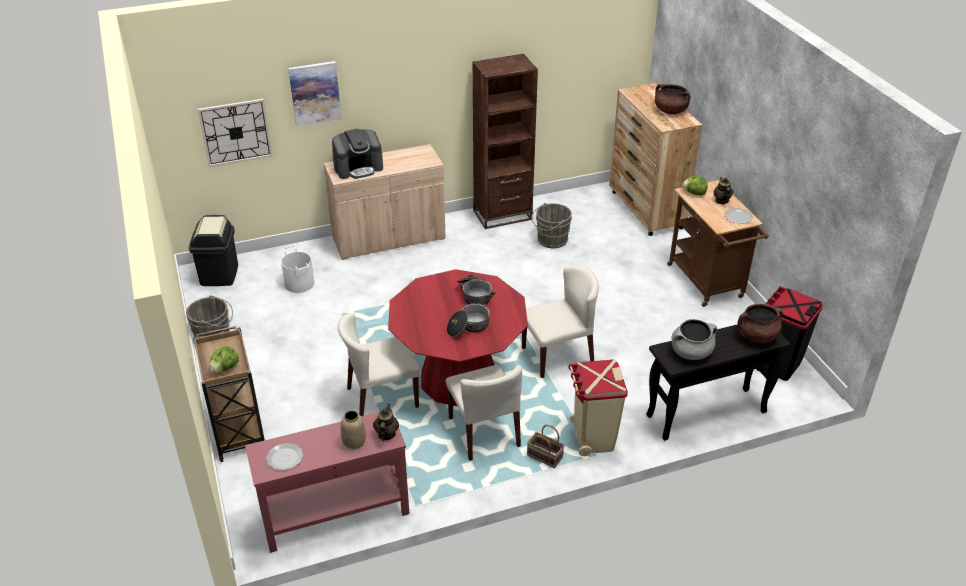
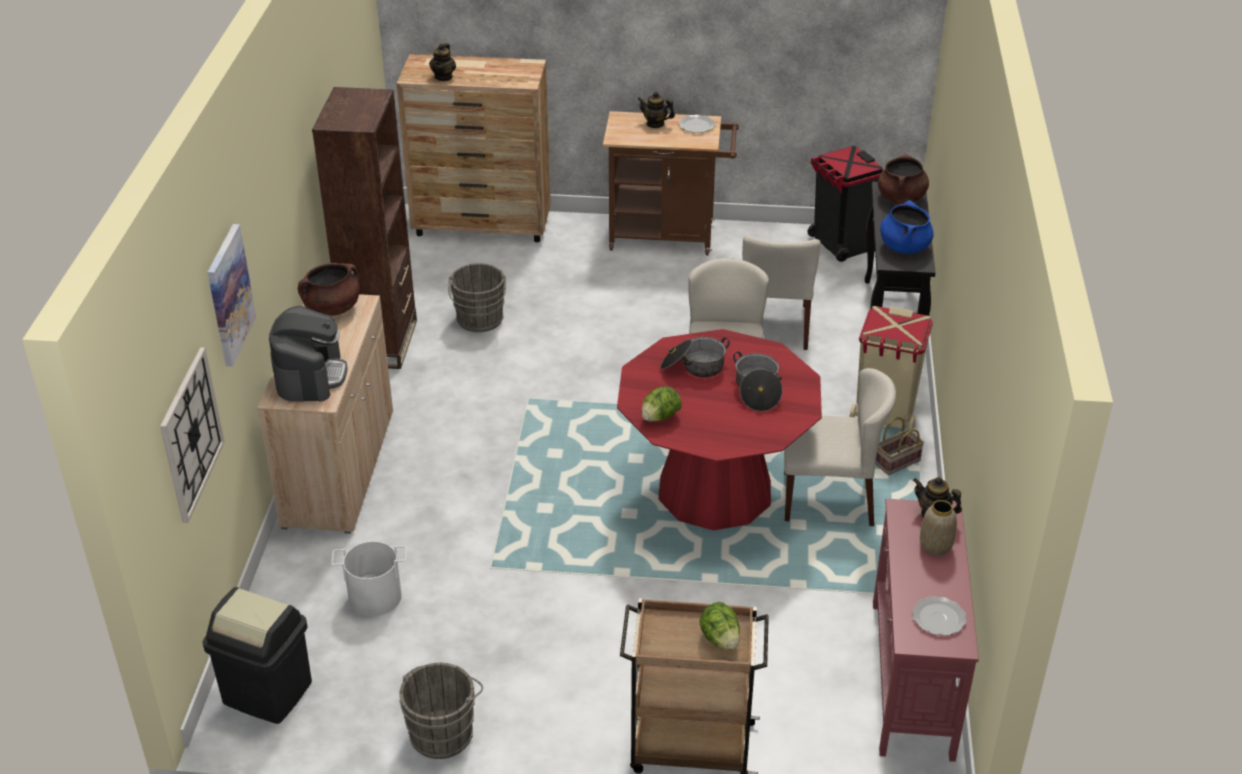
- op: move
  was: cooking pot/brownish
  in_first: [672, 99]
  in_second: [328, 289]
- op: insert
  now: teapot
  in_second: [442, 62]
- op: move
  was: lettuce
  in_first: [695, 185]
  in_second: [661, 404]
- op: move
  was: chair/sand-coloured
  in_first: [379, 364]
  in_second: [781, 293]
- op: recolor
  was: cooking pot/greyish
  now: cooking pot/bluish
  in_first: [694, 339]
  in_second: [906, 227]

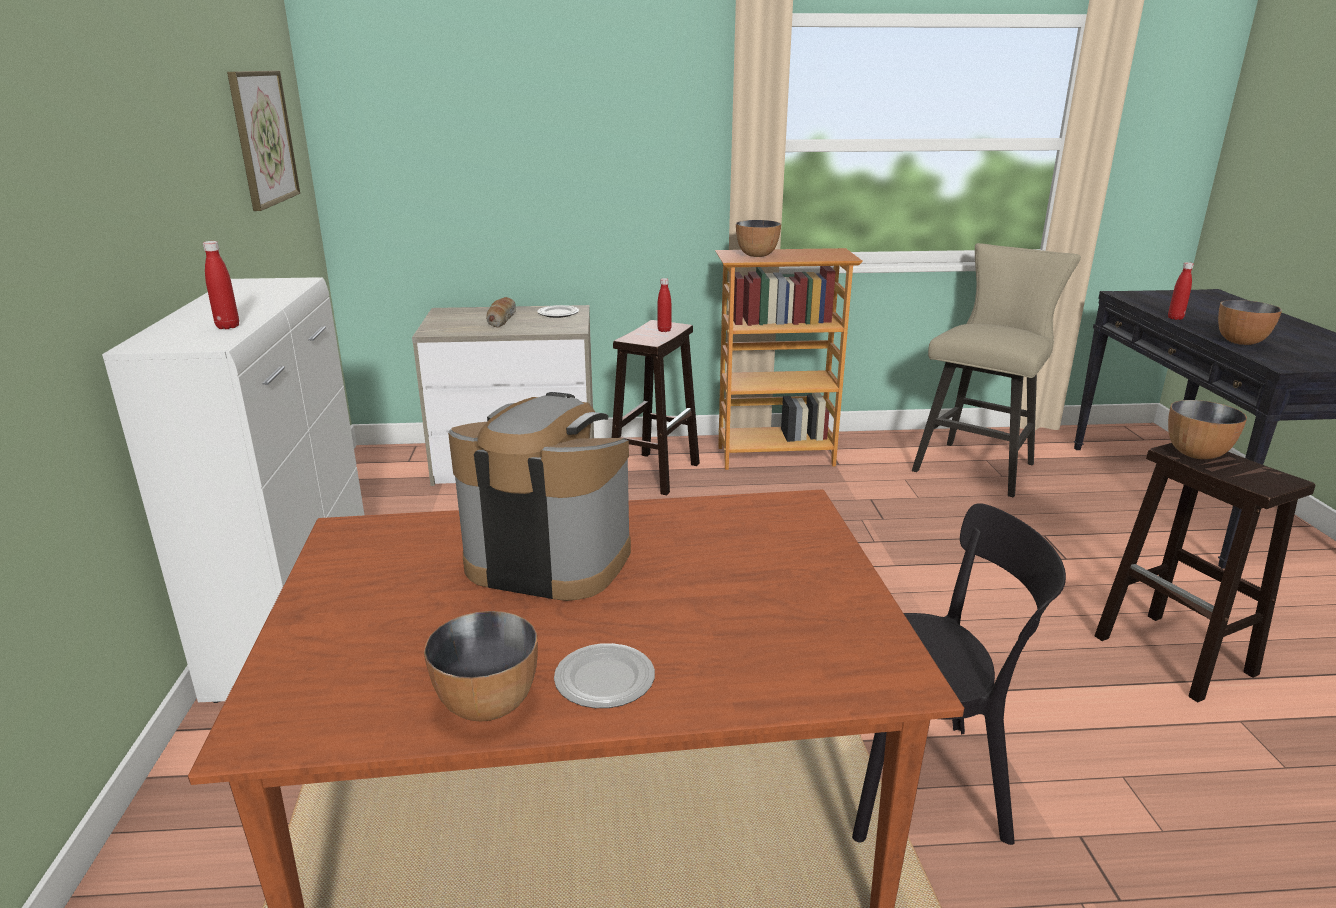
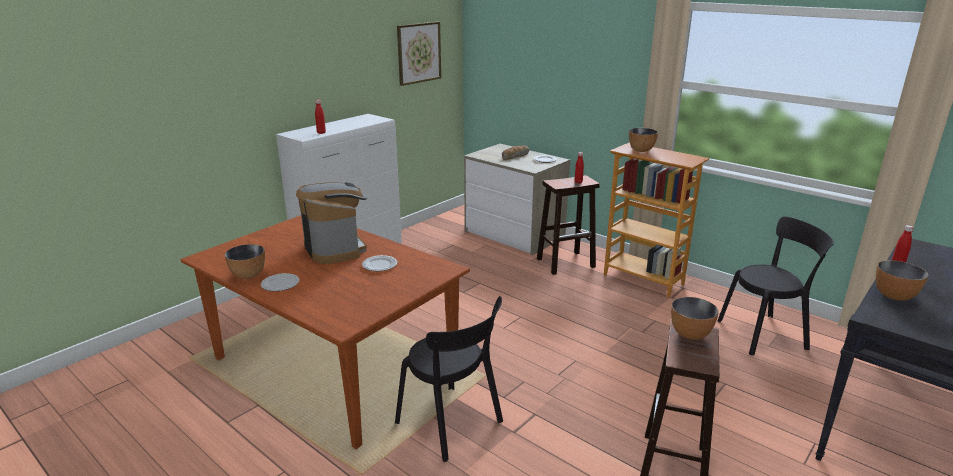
- op: insert
  now: flat dish
  in_second: [379, 263]
- op: replace
  was: sitting stool/sand-coloured
  now: chair/black-coloured
  in_first: [996, 370]
  in_second: [775, 286]

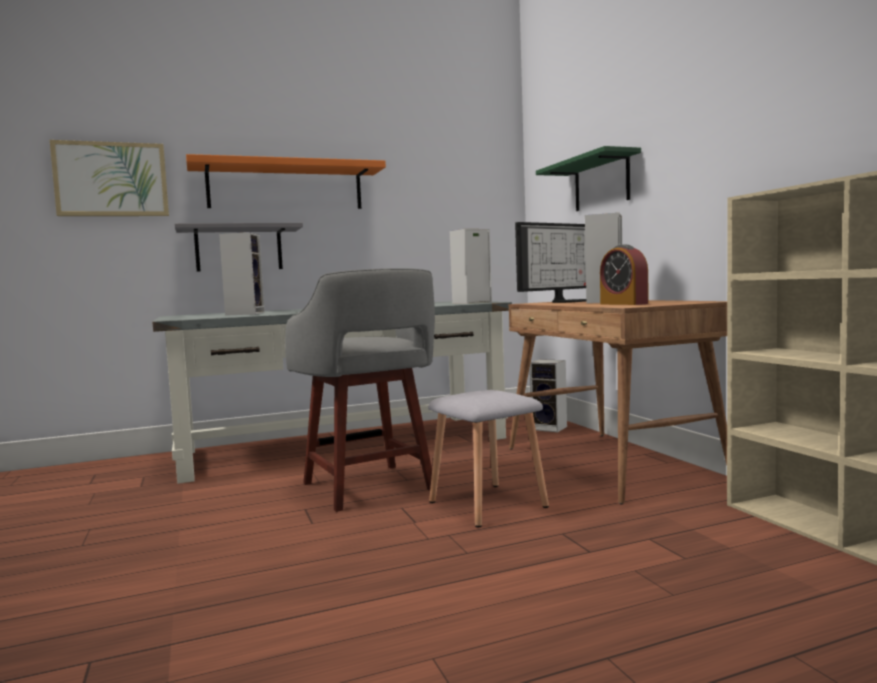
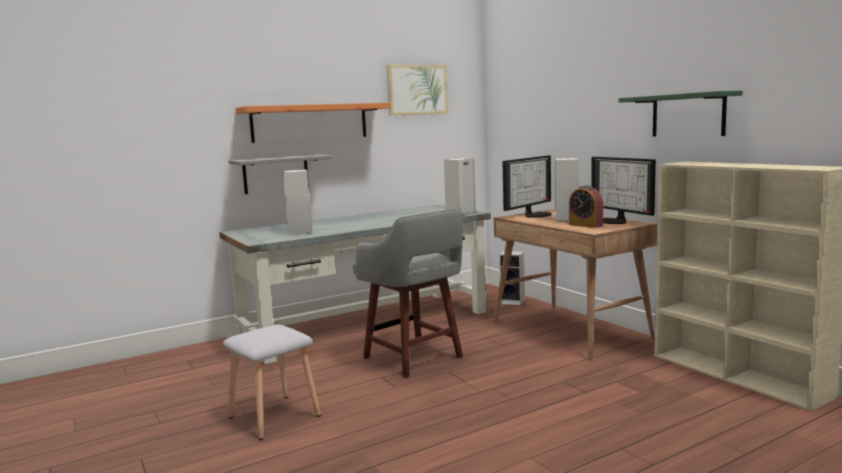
- op: move
  was: sitting stool/greyish
  in_first: [488, 458]
  in_second: [272, 382]
- op: move
  was: wall art
  in_first: [109, 178]
  in_second: [417, 90]
- op: insert
  now: computer display
  in_second: [623, 190]
- op: move
  was: bracket shelf/green-coloured
  in_first: [588, 178]
  in_second: [680, 113]

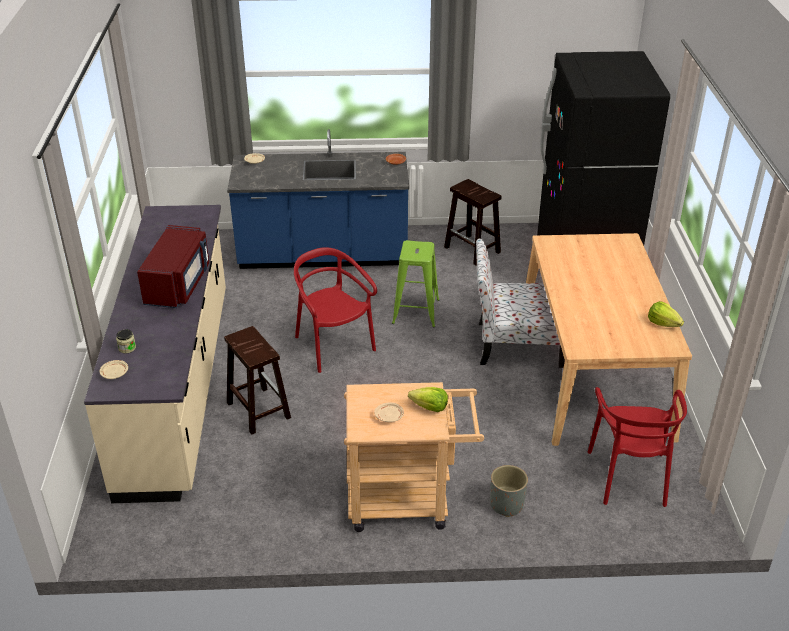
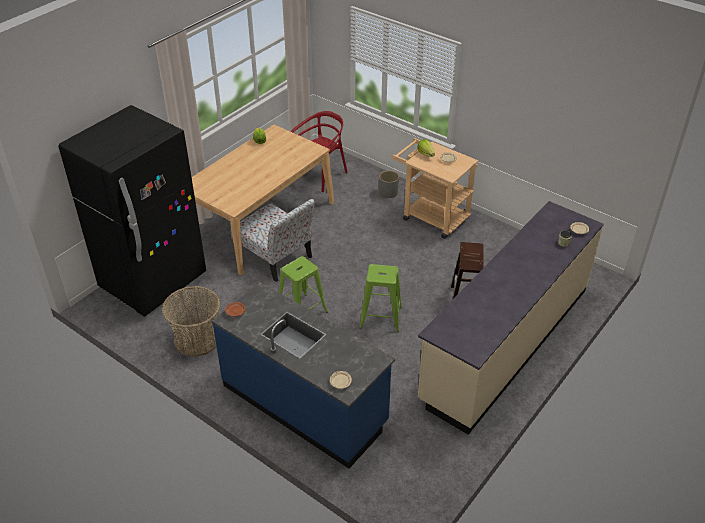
- op: replace
  was: sitting stool/brownish
  now: basket
  in_first: [473, 222]
  in_second: [191, 321]
- op: replace
  was: chair/reddish
  now: sitting stool/green-coloured
  in_first: [335, 310]
  in_second: [380, 298]
- op: delete
  was: microwave oven/reddish
  in_first: [173, 266]

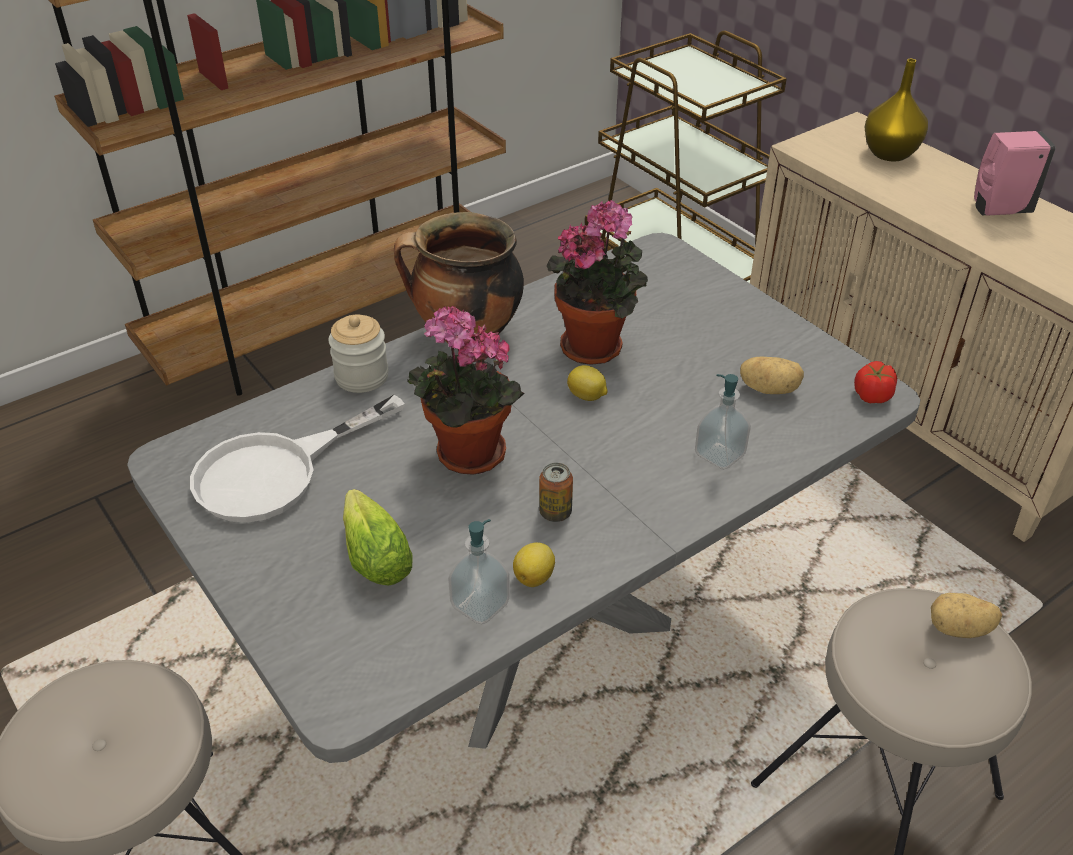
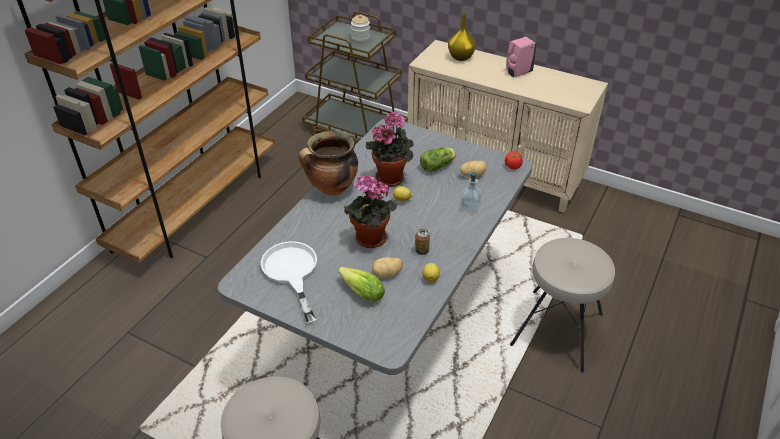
- op: rotate
  was: pan/whitish
  in_first: [297, 459]
  in_second: [289, 282]
  clockwise: 135
- op: move
  was: jar
  in_first: [358, 354]
  in_second: [360, 28]
- op: move
  was: spud
  in_first: [966, 615]
  in_second: [387, 268]
- op: insert
  now: lettuce
  in_second: [438, 159]
- op: delete
  was: soap dispenser
  in_first: [479, 571]

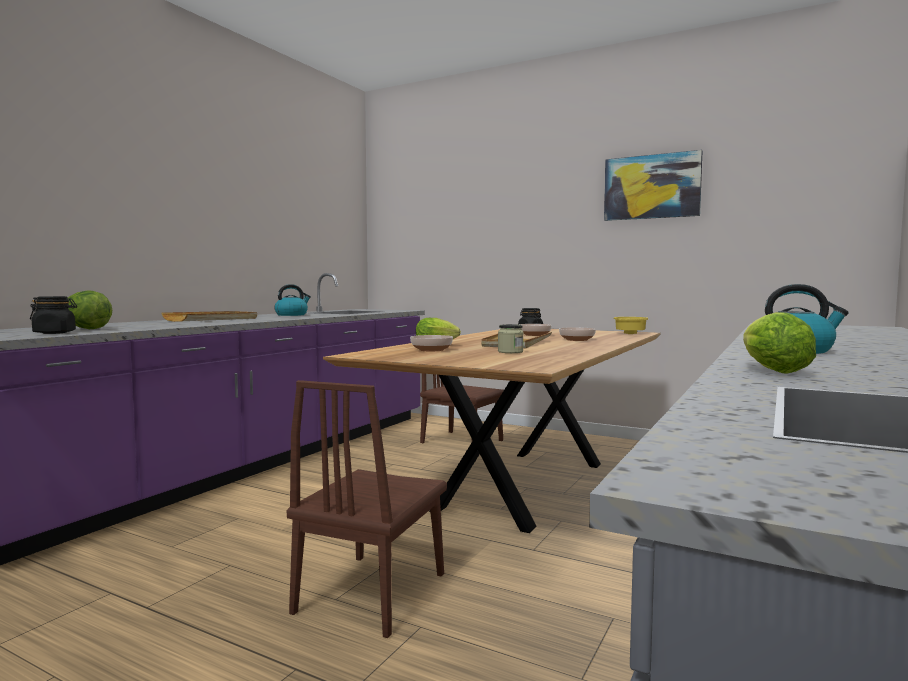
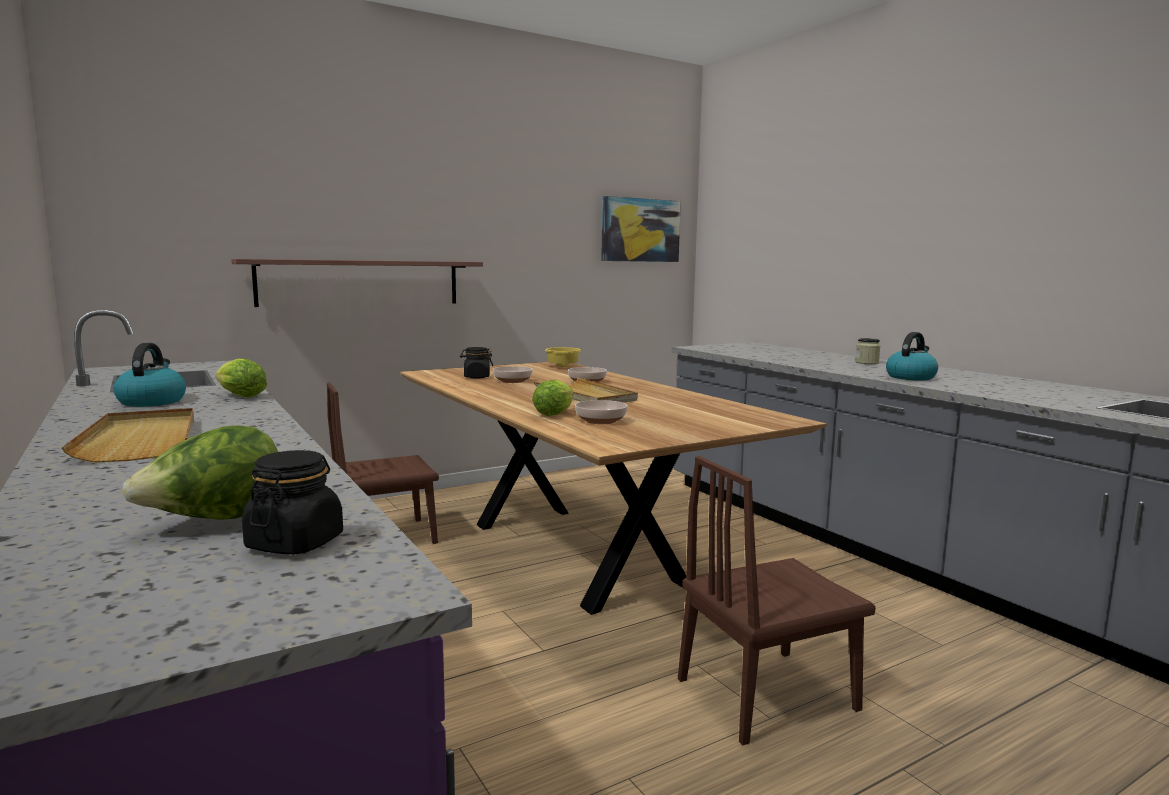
- op: move
  was: lettuce
  in_first: [779, 343]
  in_second: [241, 378]
- op: insert
  now: bracket shelf
  in_second: [357, 283]
- op: move
  was: wall art
  in_first: [653, 185]
  in_second: [641, 229]
- op: rotate
  was: chair/brownish
  in_first: [367, 509]
  in_second: [777, 600]
  clockwise: 105
- op: move
  was: jar
  in_first: [511, 338]
  in_second: [868, 351]

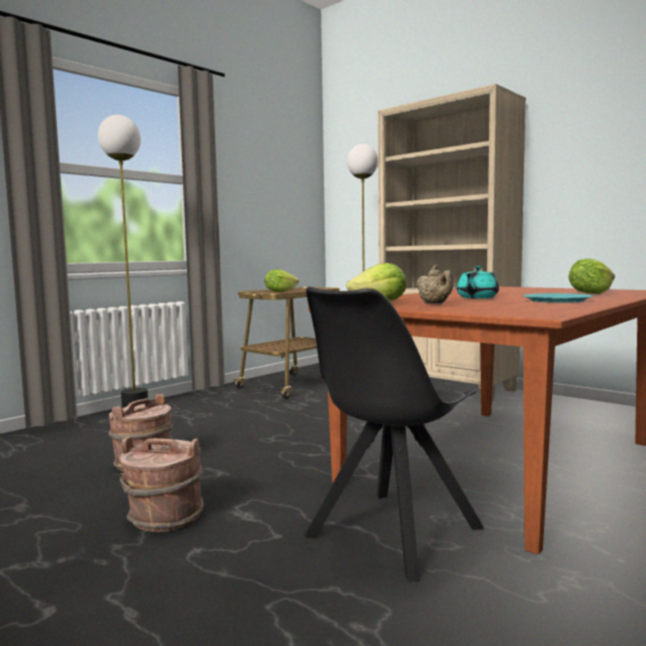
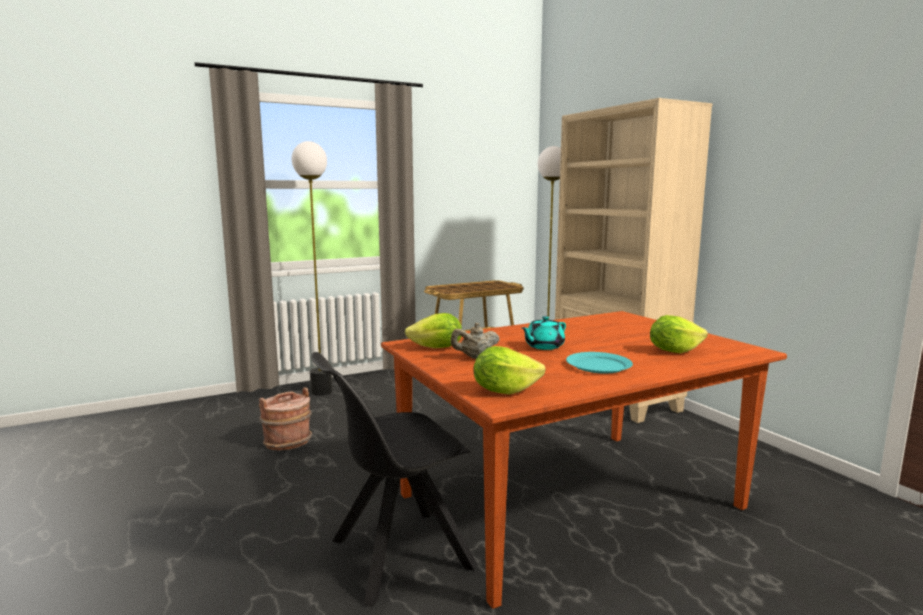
- op: rotate
  was: teapot/sand-coloured
  in_first: [434, 284]
  in_second: [475, 341]
  clockwise: 75
- op: move
  was: lettuce
  in_first: [282, 280]
  in_second: [509, 370]
- op: delete
  was: pail/brownish
  in_first: [161, 484]

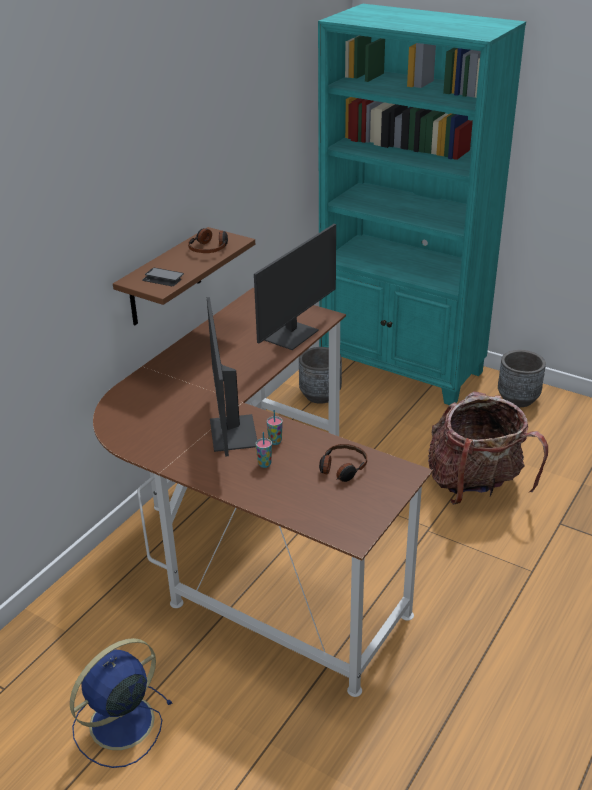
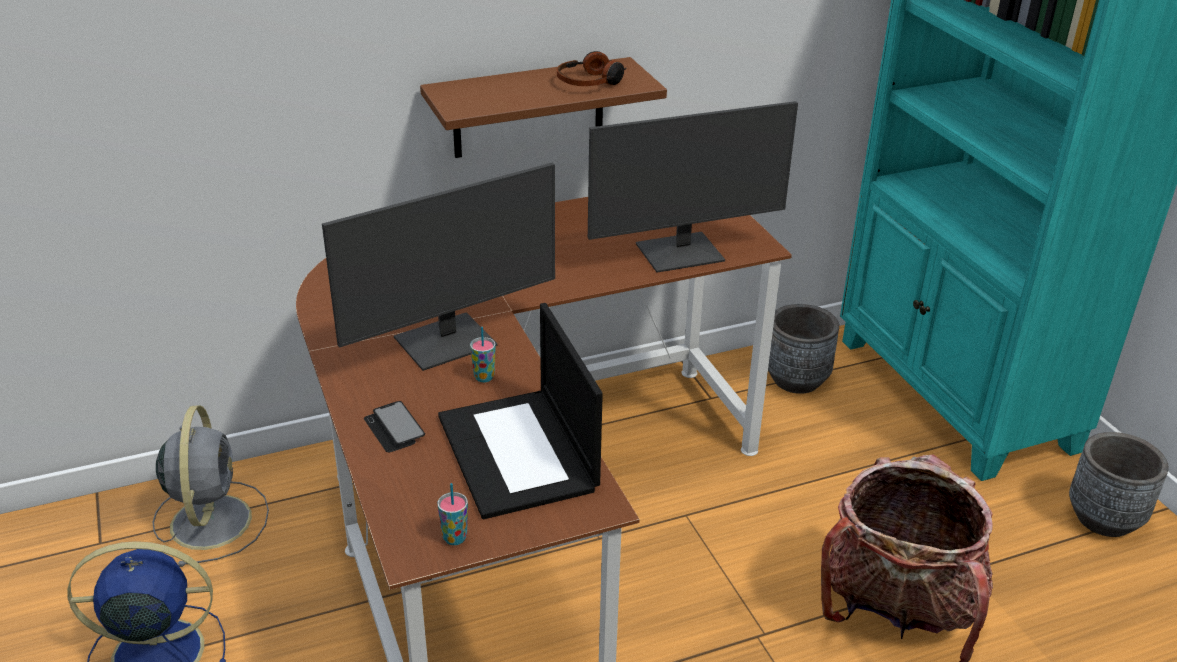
- op: insert
  now: cooling fan/greyish
  in_second: [211, 486]
- op: rotate
  was: computer display
  in_first: [232, 377]
  in_second: [438, 267]
  clockwise: -150
- op: move
  was: telephone
  in_first: [163, 277]
  in_second: [394, 426]
- op: replace
  was: pair of headphones
  now: laptop
  in_first: [343, 463]
  in_second: [520, 411]
- op: move
  was: small cup
  in_first: [263, 450]
  in_second: [453, 514]

